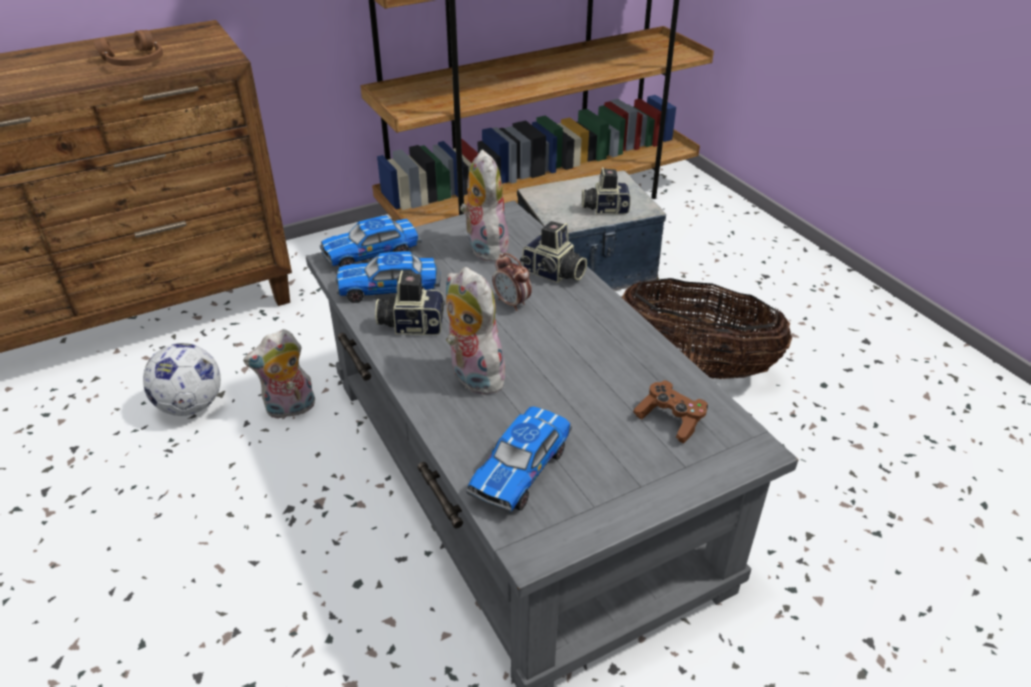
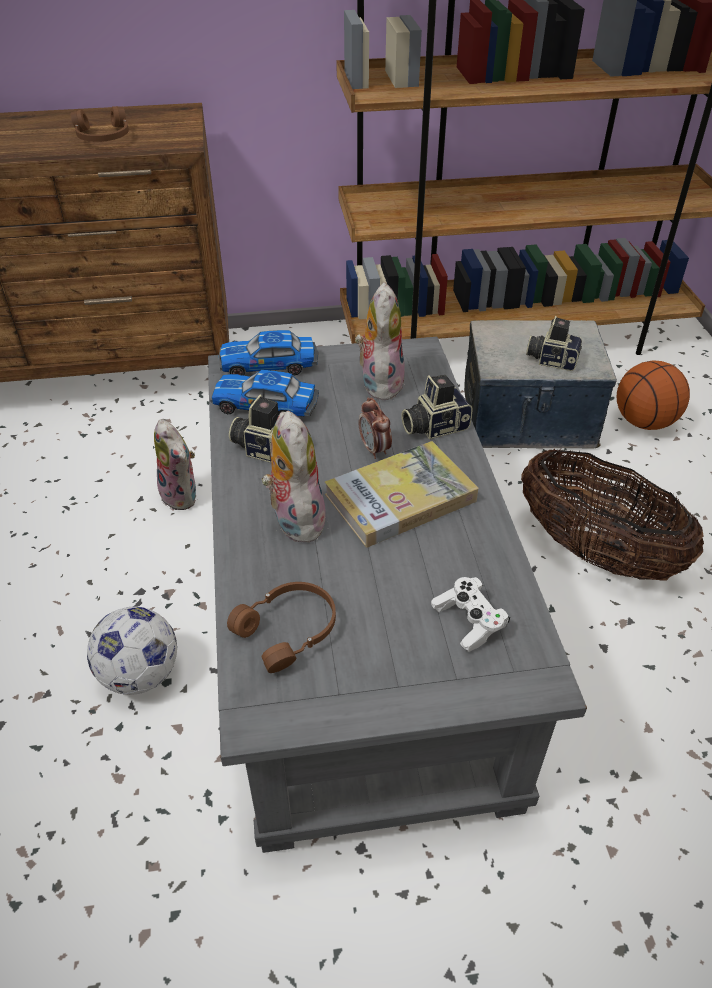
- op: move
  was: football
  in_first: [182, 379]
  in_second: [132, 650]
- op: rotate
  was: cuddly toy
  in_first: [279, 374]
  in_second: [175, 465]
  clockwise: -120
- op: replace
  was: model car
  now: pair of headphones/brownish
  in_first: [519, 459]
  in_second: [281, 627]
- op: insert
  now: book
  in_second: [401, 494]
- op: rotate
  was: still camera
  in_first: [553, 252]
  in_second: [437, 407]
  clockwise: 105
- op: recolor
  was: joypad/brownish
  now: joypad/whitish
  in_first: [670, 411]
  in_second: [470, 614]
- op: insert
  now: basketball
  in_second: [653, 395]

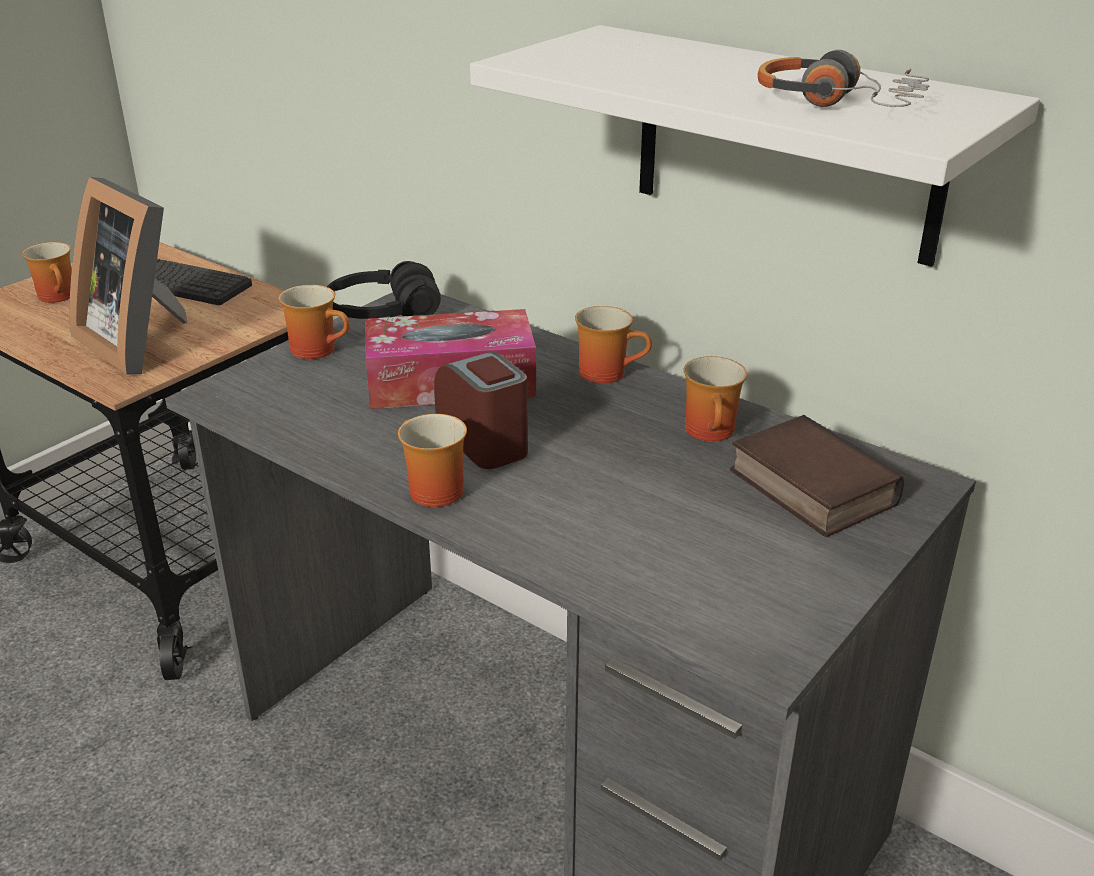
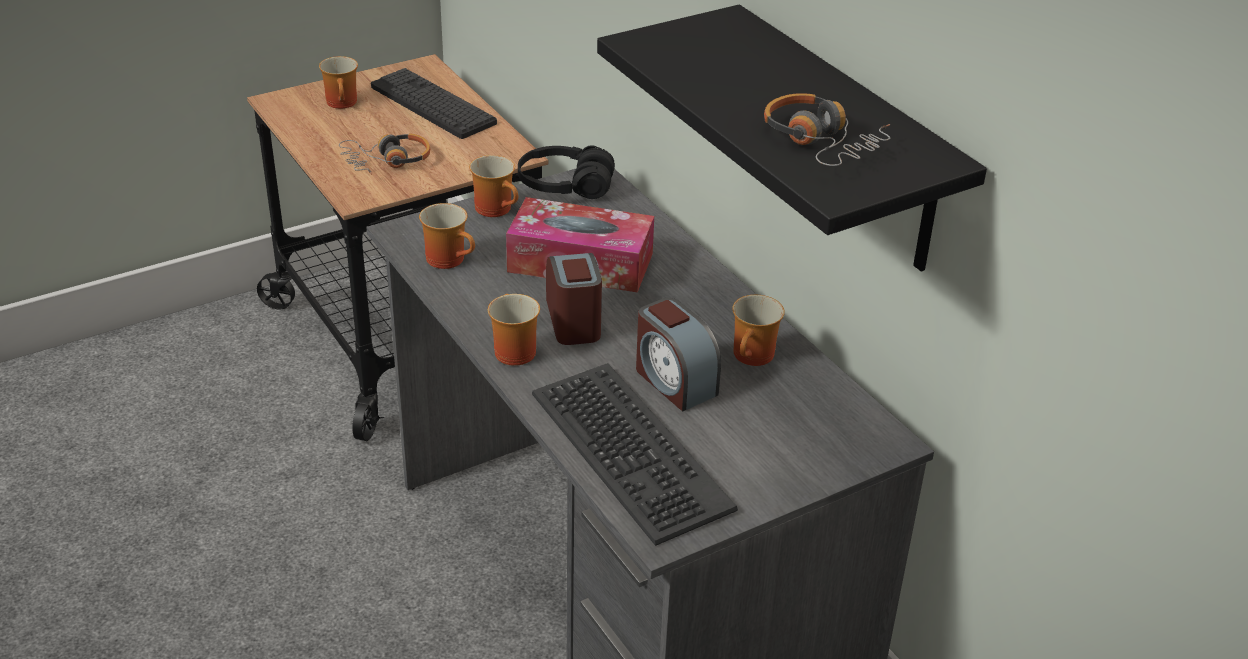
- op: replace
  was: picture frame
  now: pair of headphones
  in_first: [128, 276]
  in_second: [384, 154]
- op: move
  was: mug
  in_first: [613, 344]
  in_second: [447, 236]
- op: insert
  now: keyboard
  in_second: [635, 454]
- op: recolor
  was: bracket shelf/whitish
  now: bracket shelf/black-coloured
  in_first: [755, 146]
  in_second: [792, 138]
- op: insert
  now: bedside clock
  in_second: [678, 354]
- op: delete
  was: book
  in_first: [817, 476]

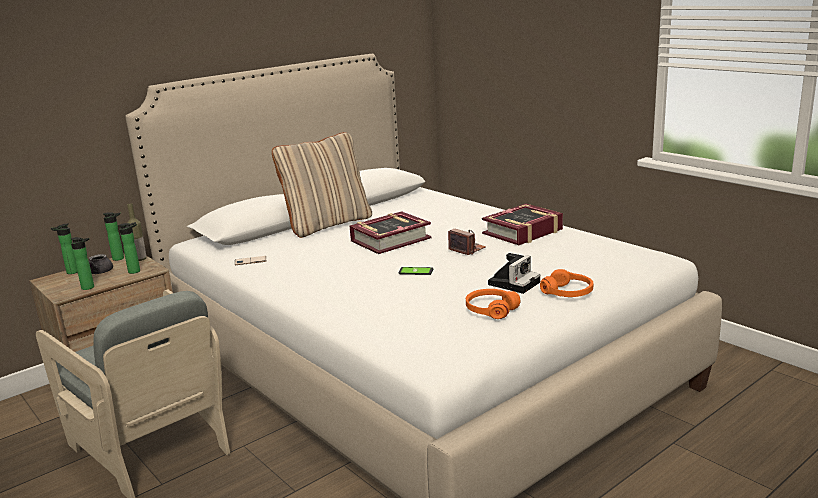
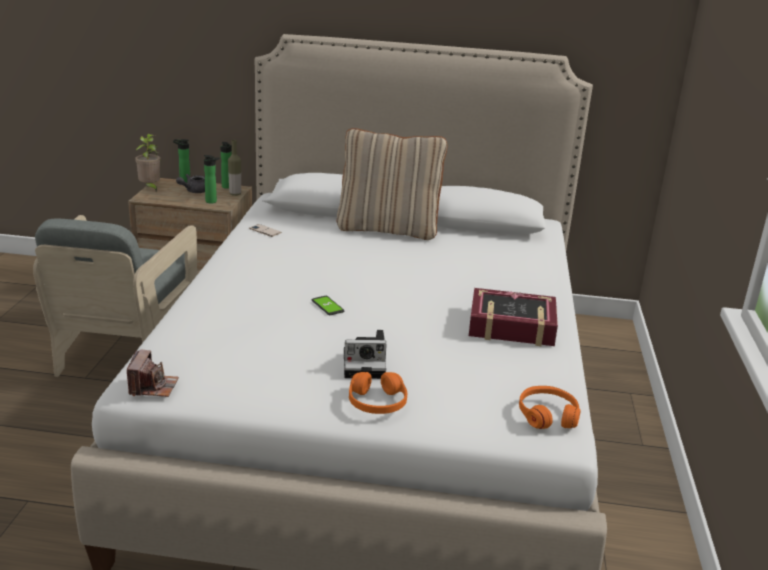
- op: move
  was: still camera
  in_first: [467, 242]
  in_second: [153, 373]
- op: insert
  now: houseplant
  in_second: [147, 163]
- op: move
  was: pair of headphones/orange
  in_first: [493, 304]
  in_second: [550, 407]
- op: delete
  was: bottle
  in_first: [82, 263]
- op: delete
  was: book
  in_first: [391, 232]

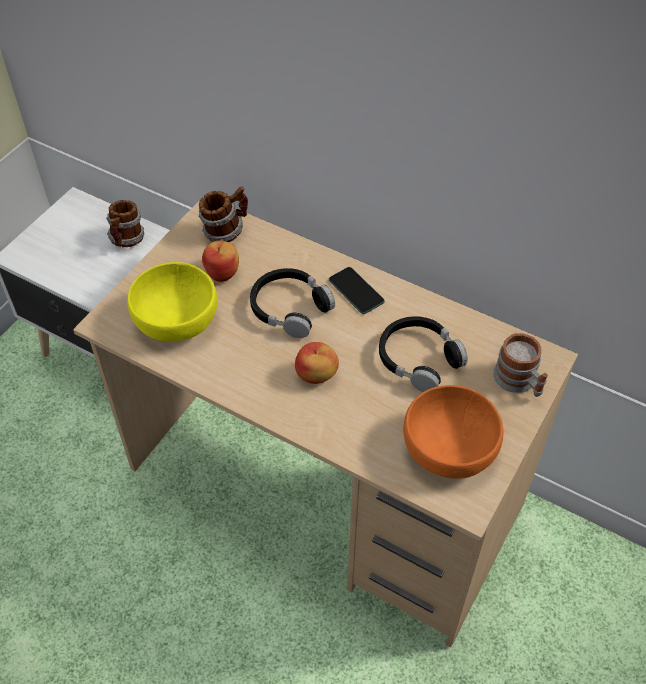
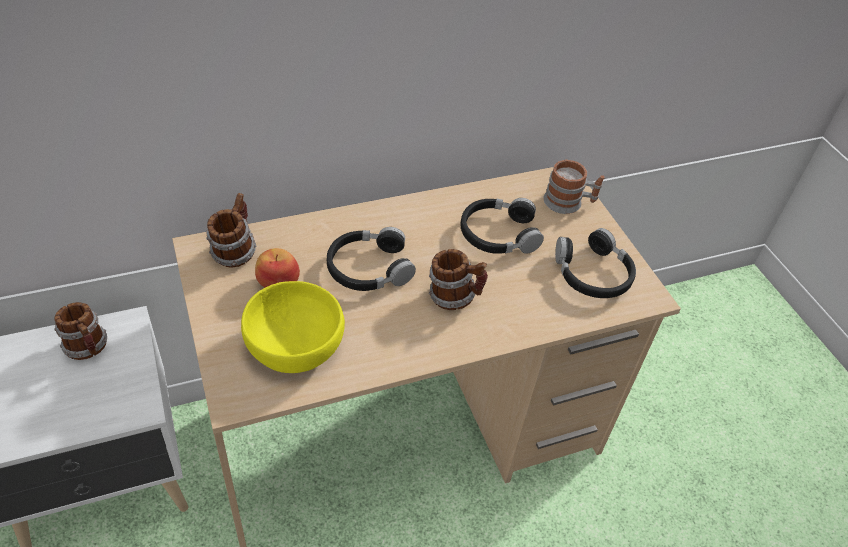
- op: replace
  was: apple
  now: mug
  in_first: [317, 363]
  in_second: [458, 279]
- op: replace
  was: serving bowl/orange
  now: pair of headphones/black-coloured
  in_first: [453, 432]
  in_second: [595, 263]
- op: delete
  was: telephone
  in_first: [357, 290]

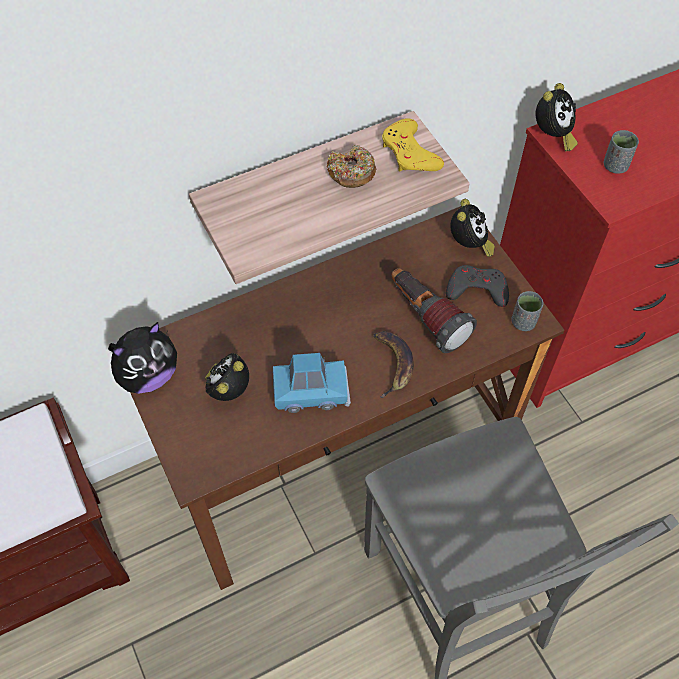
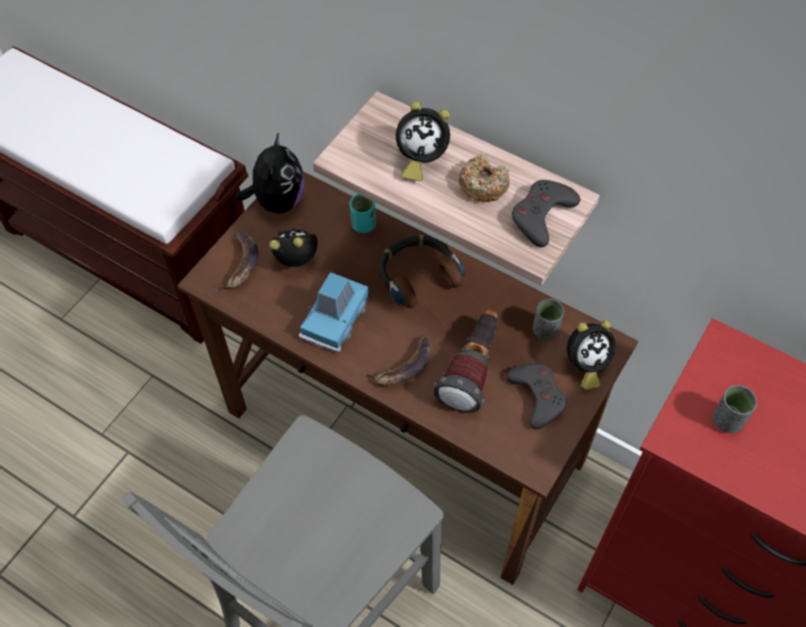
- op: insert
  now: banana
  in_second: [235, 262]
- op: rotate
  was: cuddly toy
  in_first: [142, 358]
  in_second: [269, 172]
  clockwise: -105
- op: rotate
  was: model car/bluish
  in_first: [312, 383]
  in_second: [334, 312]
  clockwise: 60
- op: insert
  now: small cup/turquoise
  in_second: [363, 213]
- op: insert
  now: pair of headphones
  in_second: [422, 271]
- op: move
  was: bedside clock
  in_first: [557, 117]
  in_second: [423, 141]
- op: recolor
  was: joypad/yellow
  now: joypad/greyish
  in_first: [413, 144]
  in_second: [546, 213]
- op: move
  was: small cup/greyish
  in_first: [527, 311]
  in_second: [548, 319]

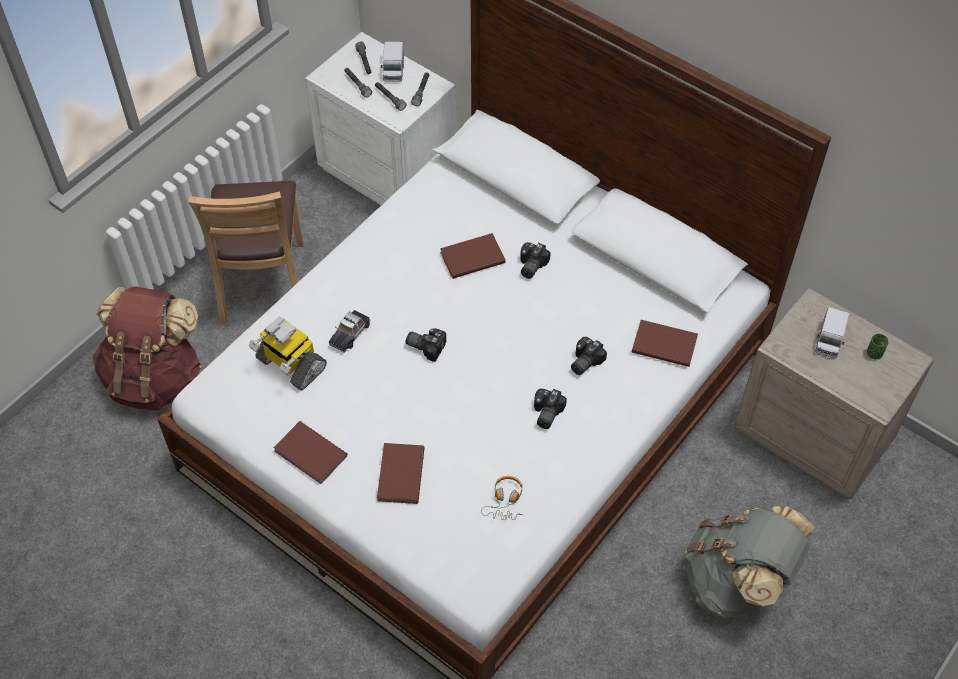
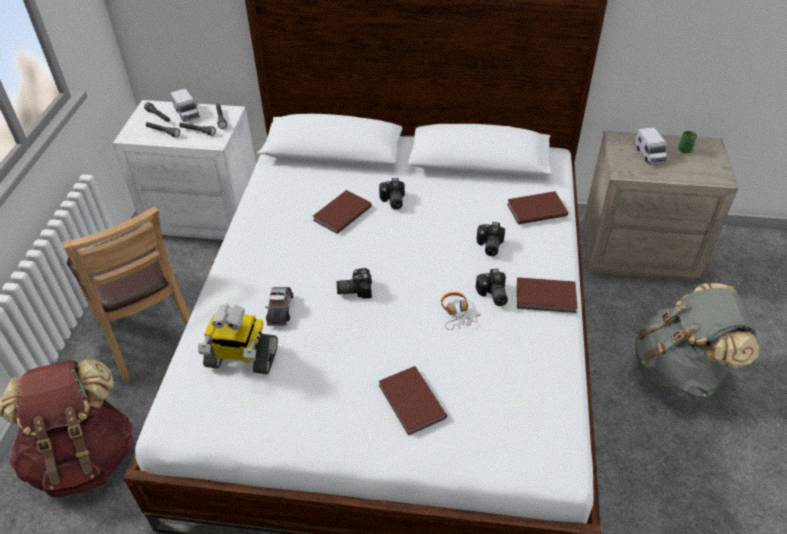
- op: move
  was: pair of headphones
  in_first: [502, 498]
  in_second: [460, 311]
- op: move
  was: book/brownish
  in_first: [310, 452]
  in_second: [547, 295]

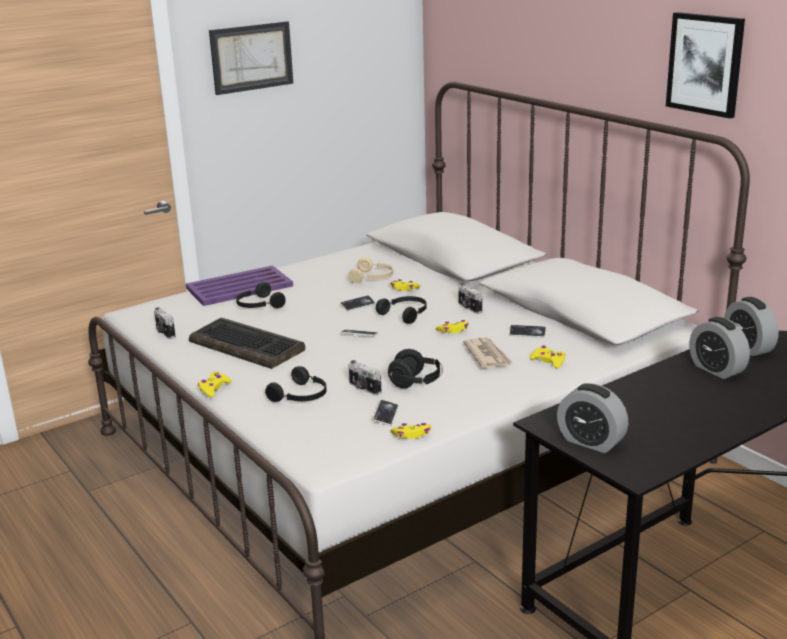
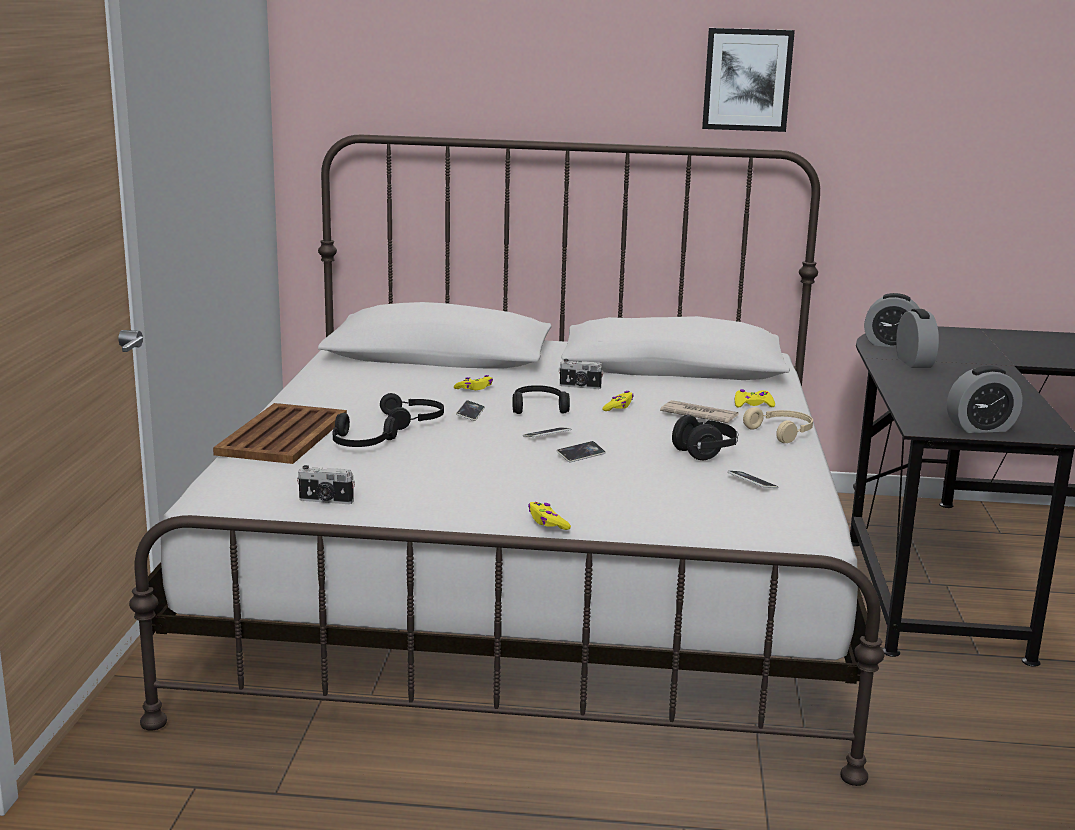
- op: recolor
  was: carrying tray/purple
  now: carrying tray/brownish
  in_first: [239, 285]
  in_second: [280, 433]
- op: move
  was: pair of headphones/black-coloured
  in_first: [296, 384]
  in_second: [412, 411]
- op: move
  was: telephone
  in_first: [527, 331]
  in_second: [581, 451]
- op: move
  was: pair of headphones/sand-coloured
  in_first: [370, 270]
  in_second: [778, 425]
- op: rotate
  was: bedside clock
  in_first: [719, 348]
  in_second: [917, 338]
  clockwise: -105
- op: delete
  was: keyboard
  in_first: [247, 343]
- op: delete
  was: wall art
  in_first: [251, 58]
- op: delete
  was: still camera
  in_first: [365, 377]
- op: delete
  was: joypad/yellow
  in_first: [411, 431]

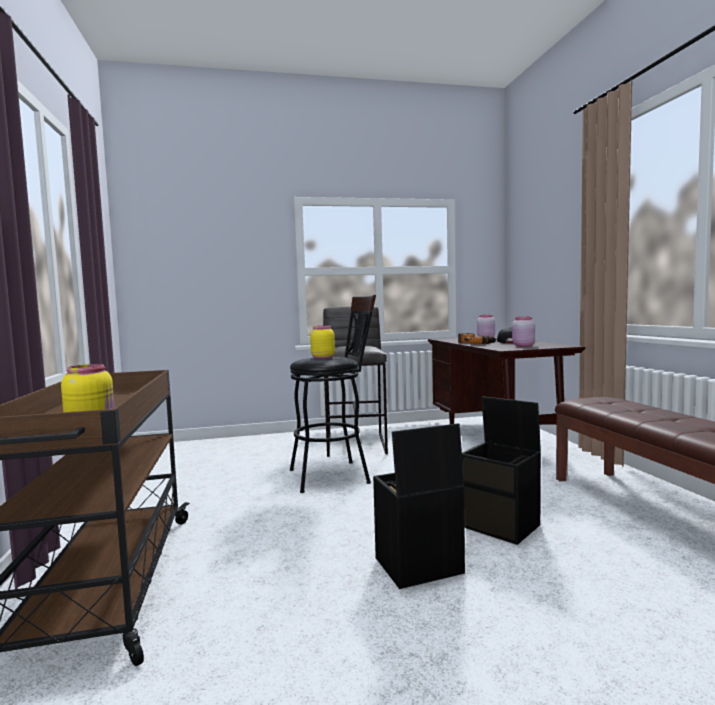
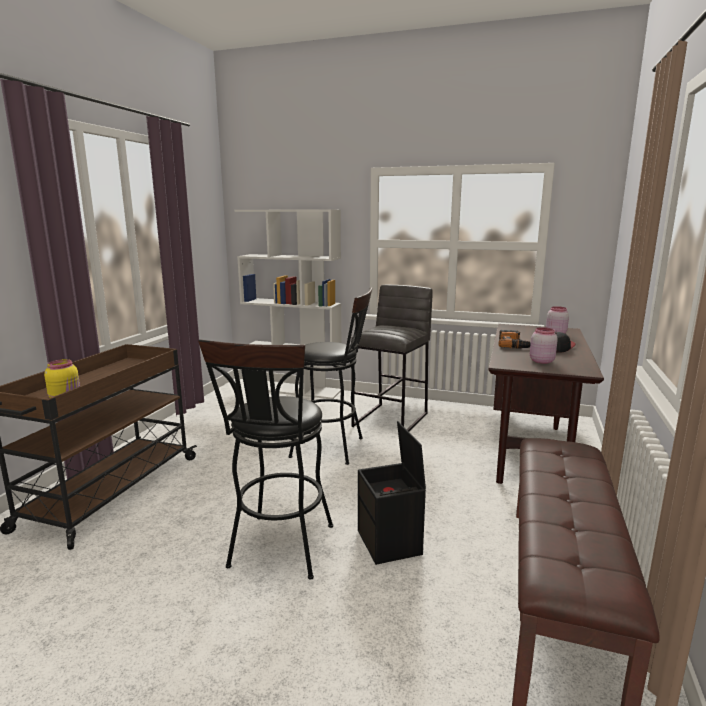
- op: replace
  was: storage box/black-coloured
  now: sitting stool/black-coloured
  in_first: [419, 506]
  in_second: [265, 459]
- op: insert
  now: bookcase/whitish
  in_second: [288, 304]
- op: delete
  was: jar/yellow
  in_first: [322, 342]

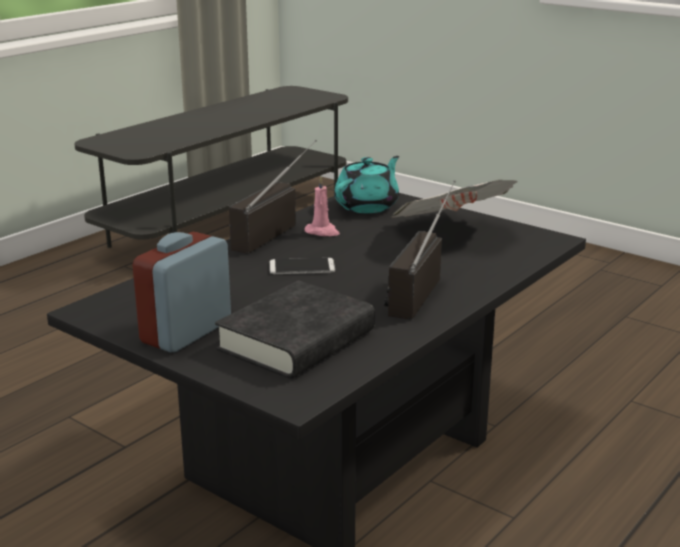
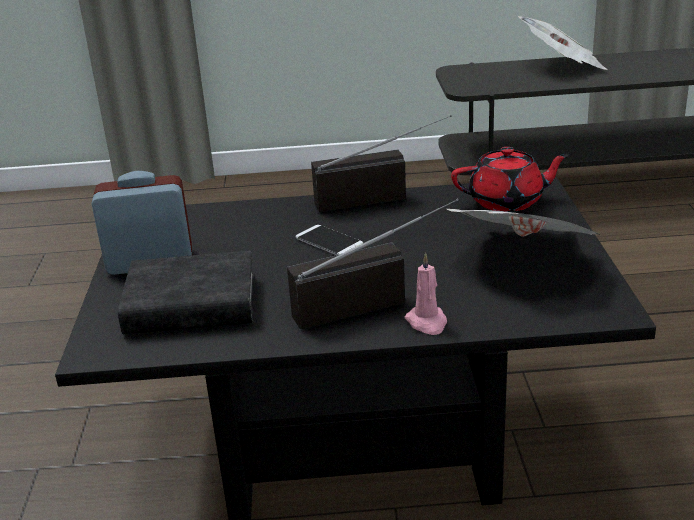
- op: move
  was: candle/pinkish
  in_first: [322, 206]
  in_second: [425, 293]
- op: recolor
  was: teapot/turquoise
  now: teapot/reddish
  in_first: [366, 184]
  in_second: [510, 179]
- op: insert
  now: newspaper
  in_second: [563, 43]

